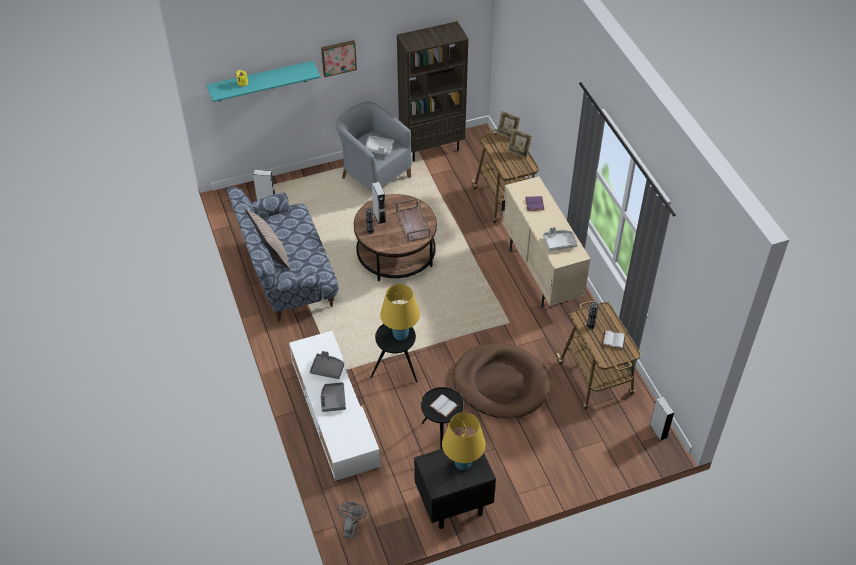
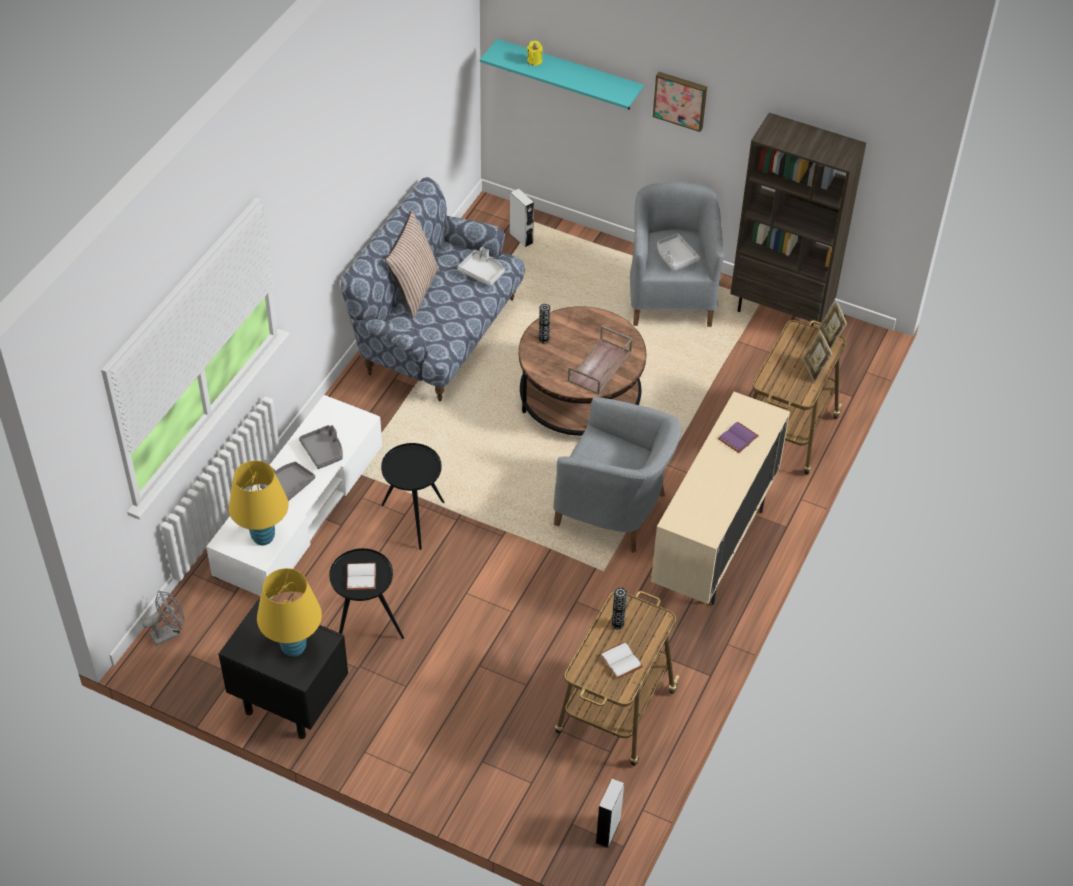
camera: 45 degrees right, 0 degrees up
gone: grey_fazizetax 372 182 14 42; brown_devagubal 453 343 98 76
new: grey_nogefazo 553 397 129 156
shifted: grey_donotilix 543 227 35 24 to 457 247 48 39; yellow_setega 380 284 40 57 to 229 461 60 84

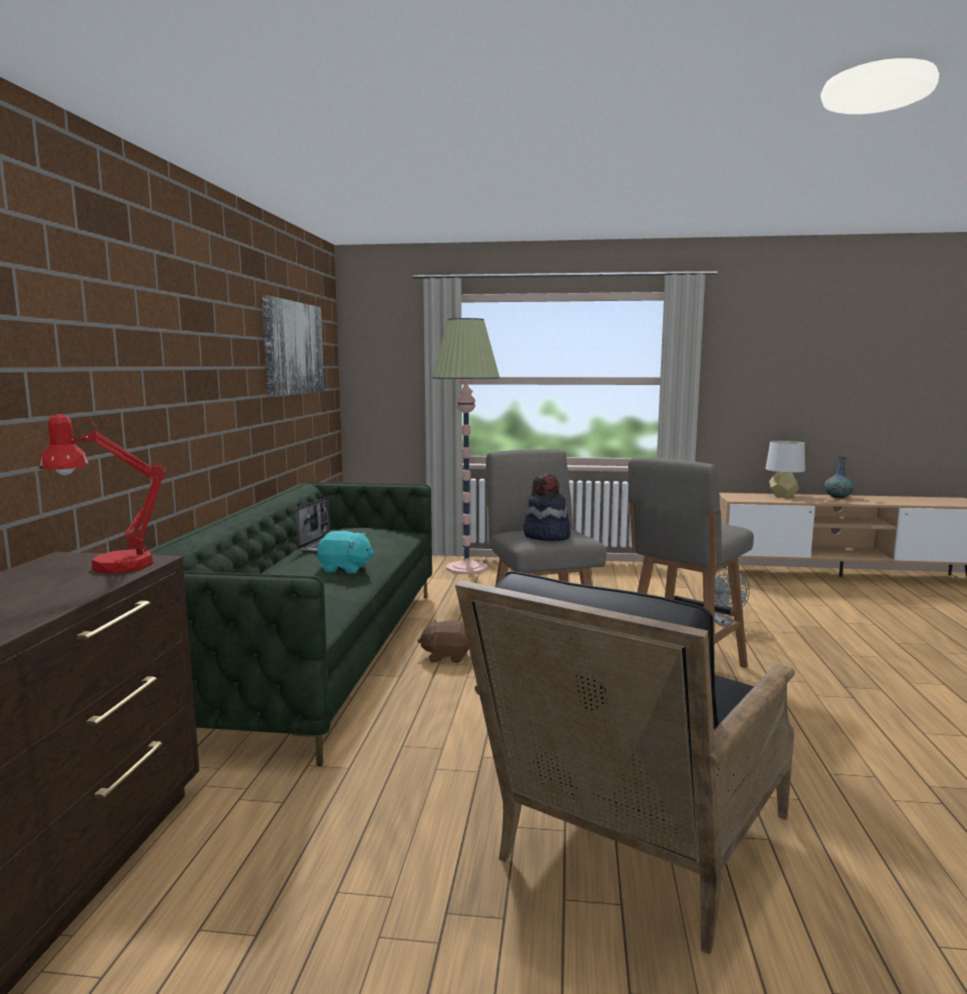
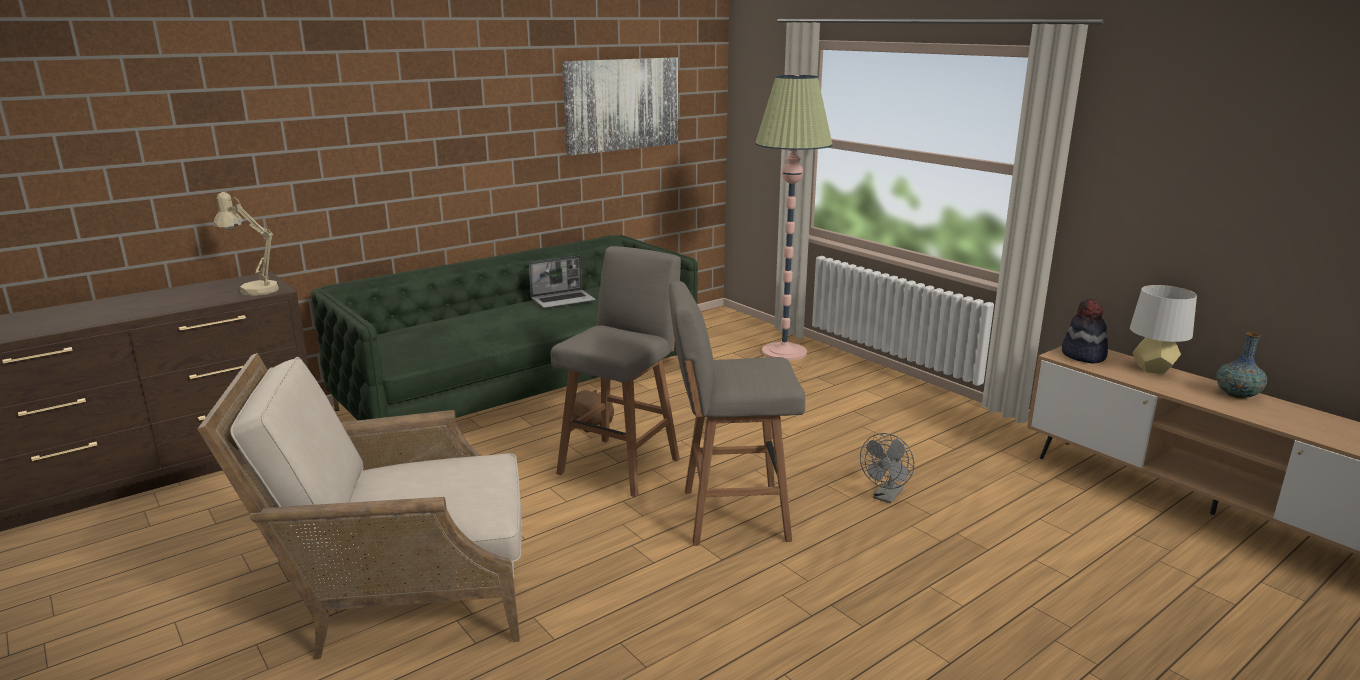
camera: 45 degrees right, 10 degrees up
gone: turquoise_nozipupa 317 531 57 42
shifted: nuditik 523 474 47 67 to 1062 299 46 65
repainted: red_setega 39 414 127 159 to beige_setega 214 192 65 104; black_nogefazo 455 571 340 384 to beige_nogefazo 198 353 324 306

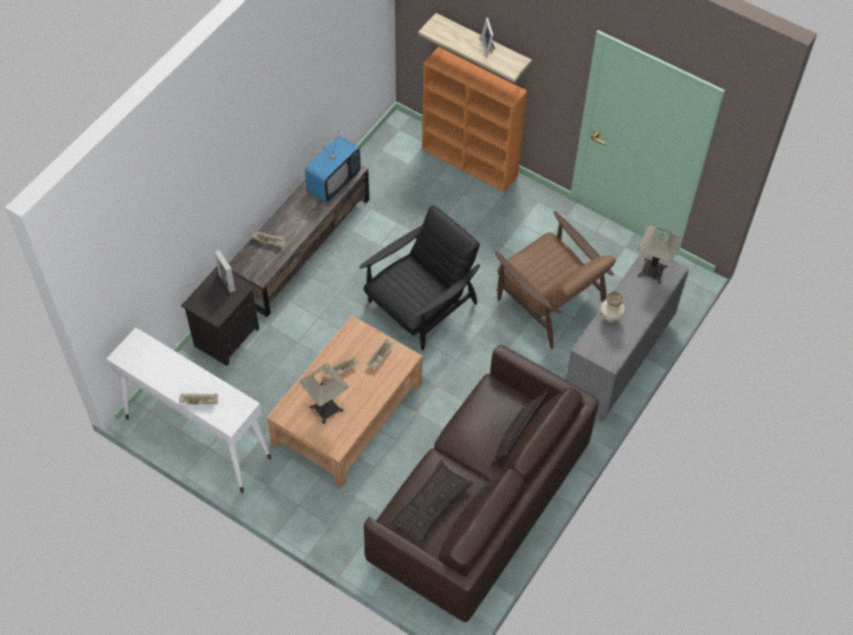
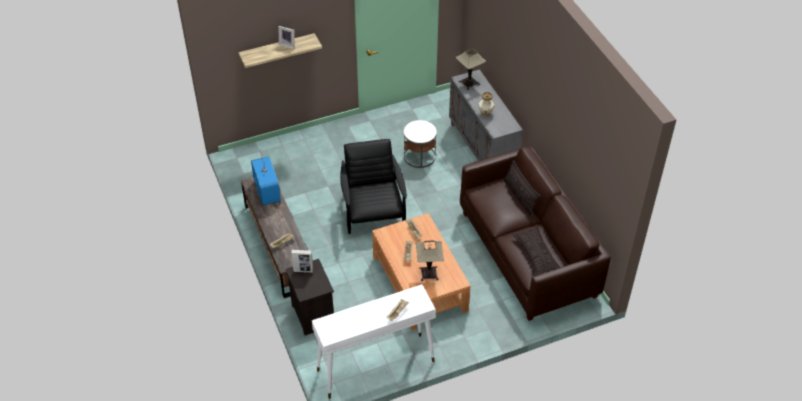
camera: 55 degrees left, 10 degrees down
gone: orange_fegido 422 47 105 145
swapped: brown_nogefazo 495 211 121 138 to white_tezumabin 404 120 33 48

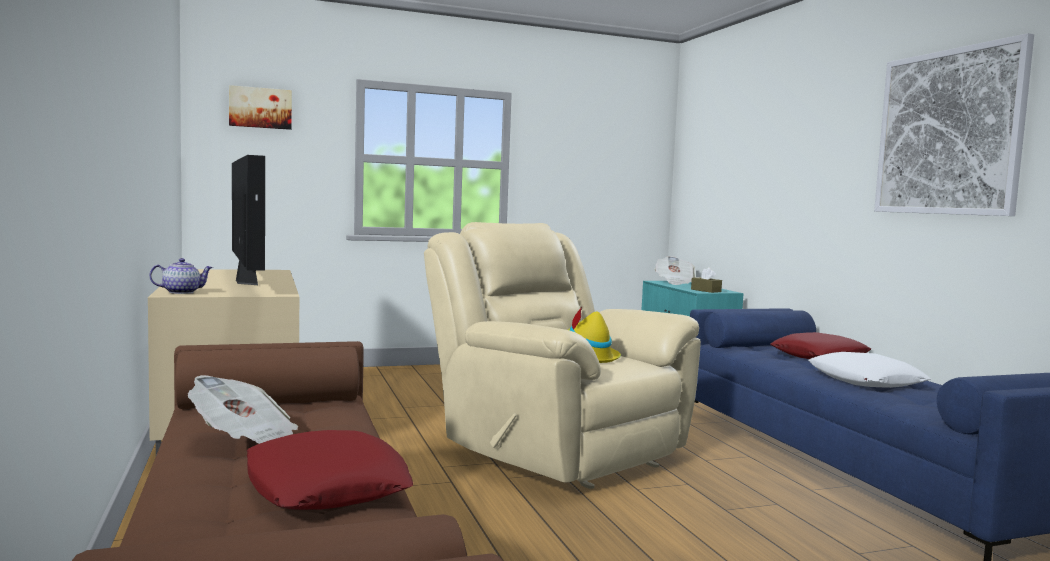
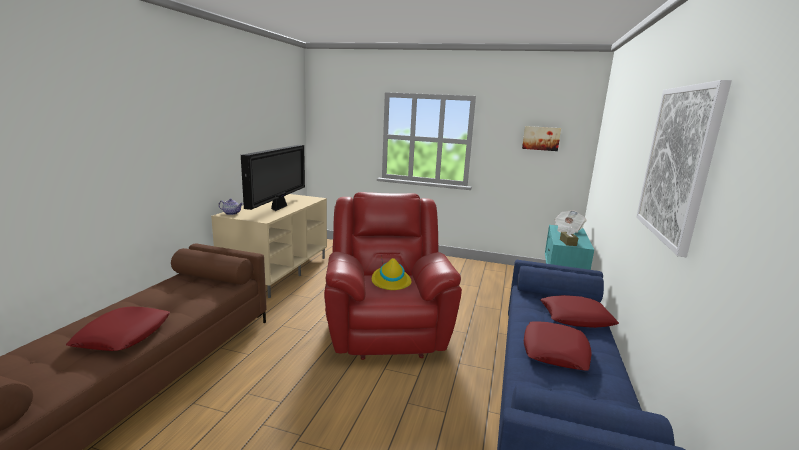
camera: 35 degrees right, 10 degrees up
gone: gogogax 188 375 110 69
shifted: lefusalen 229 85 63 45 to 522 126 39 25
repainted: beige_nogefazo 424 222 277 267 to red_nogefazo 324 192 138 168; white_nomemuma 808 352 123 36 to red_nomemuma 524 321 68 50

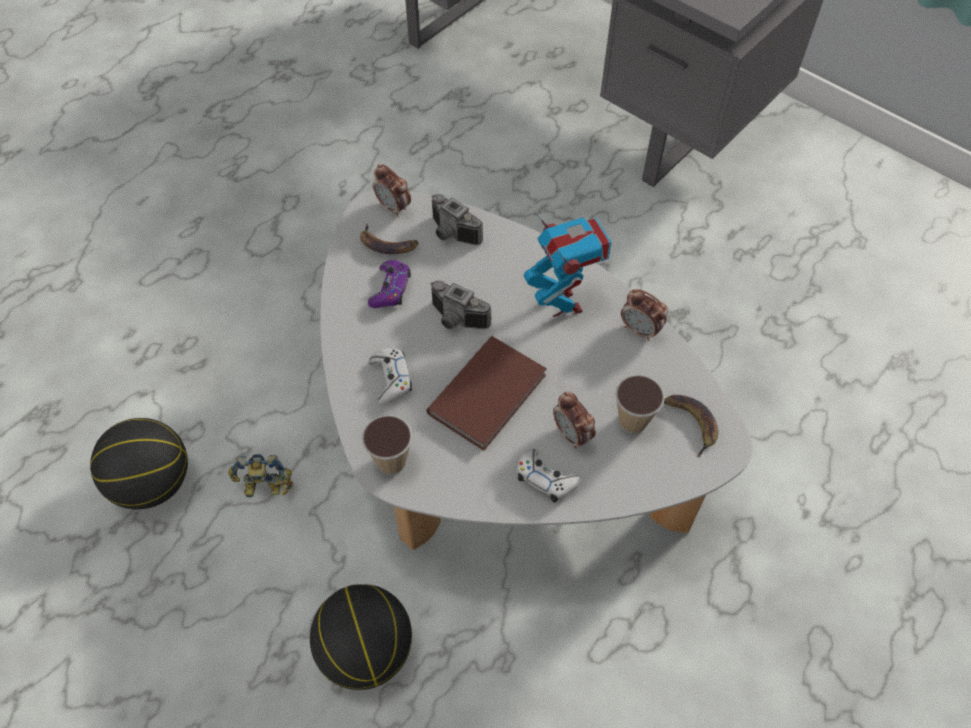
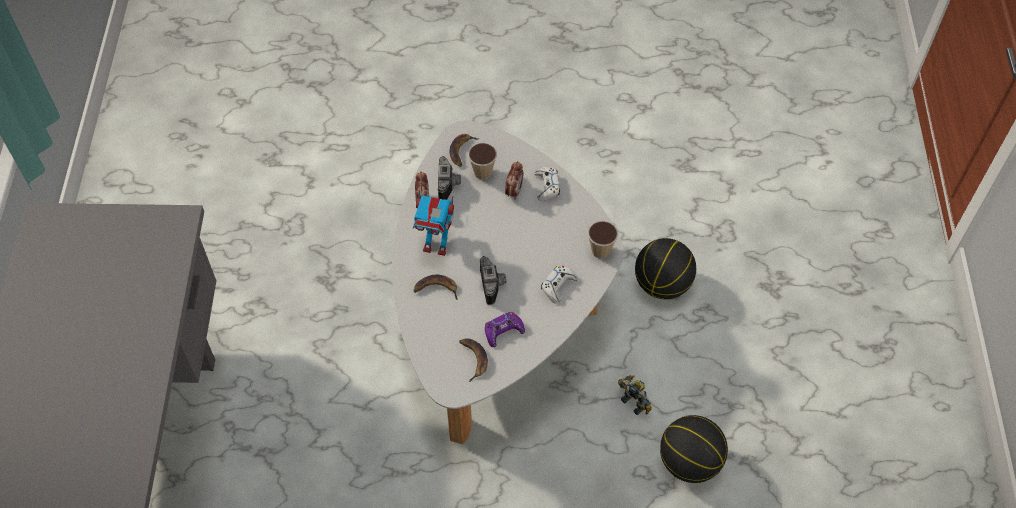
camera: 130 degrees left, 0 degrees up
gone: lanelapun 373 164 38 53; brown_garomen 427 336 120 115
new: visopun 414 275 44 25
shifted: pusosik 432 194 51 51 to 438 156 23 44
rotated: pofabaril 524 213 88 104 = 413 181 41 75 105 degrees counterclockwise

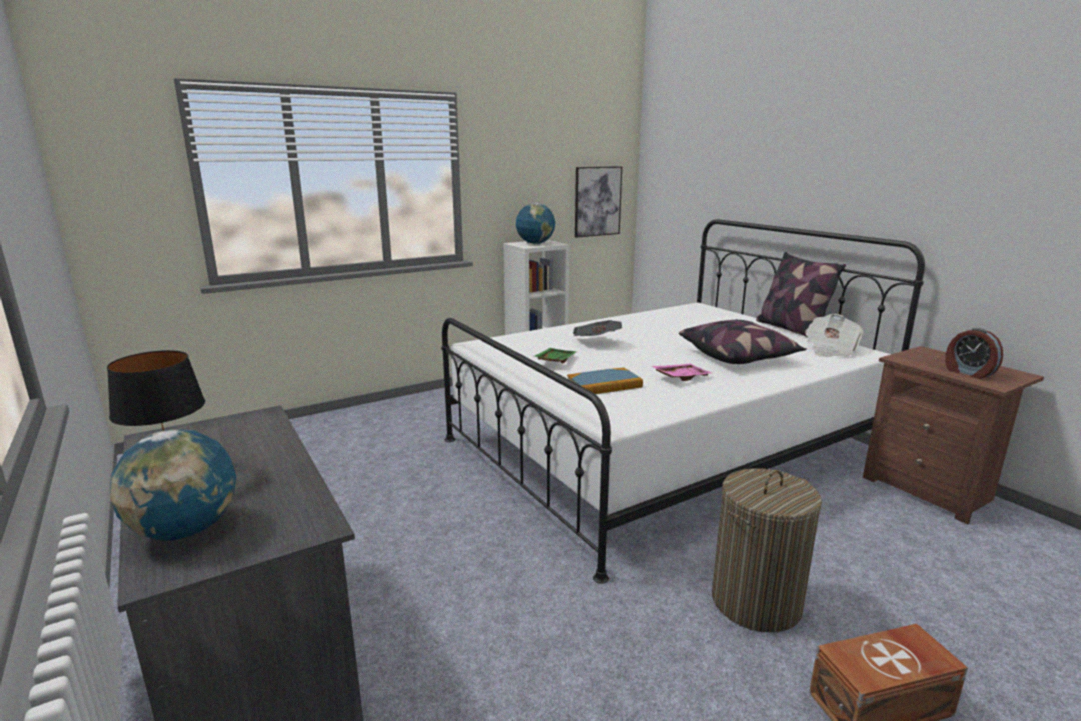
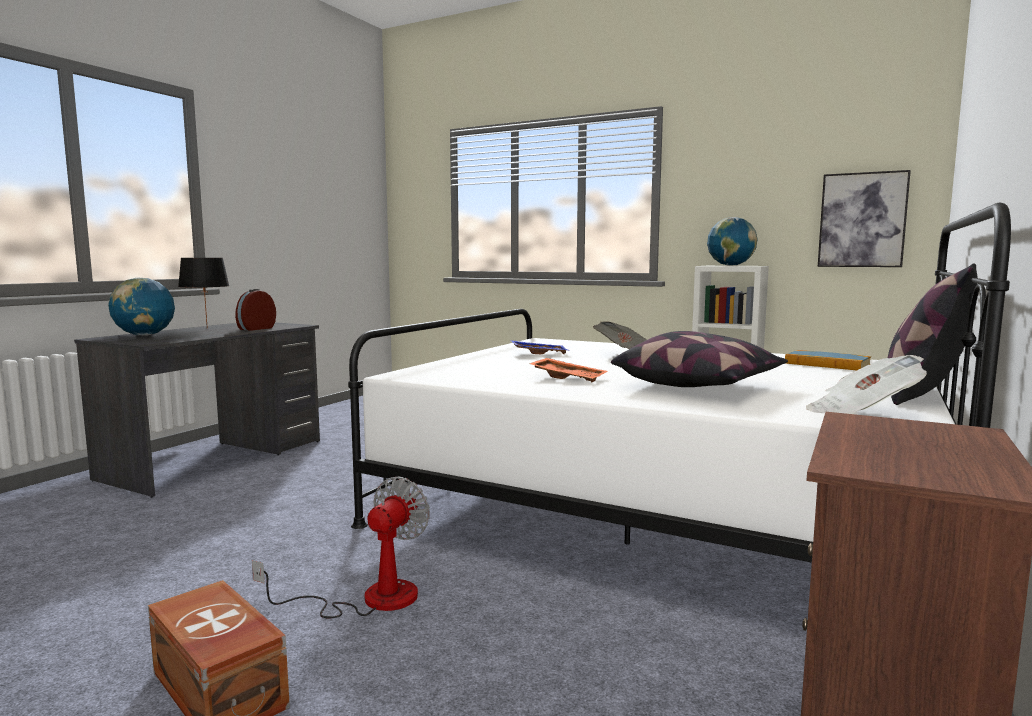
camera: 60 degrees right, 10 degrees down
shifted: lanelapun 945 328 58 51 to 235 289 41 42; garomen 567 367 76 27 to 785 350 86 20
swapped: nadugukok 712 468 110 164 to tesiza 252 476 178 143
repainted: green_donotilix 534 348 43 15 to blue_donotilix 510 340 60 14; pink_donotilix 651 363 62 18 to orange_donotilix 529 358 78 24

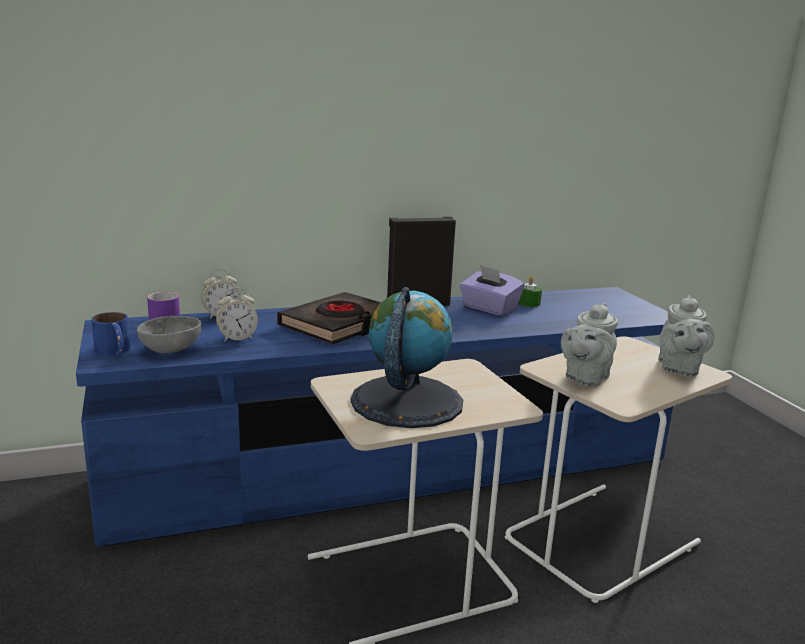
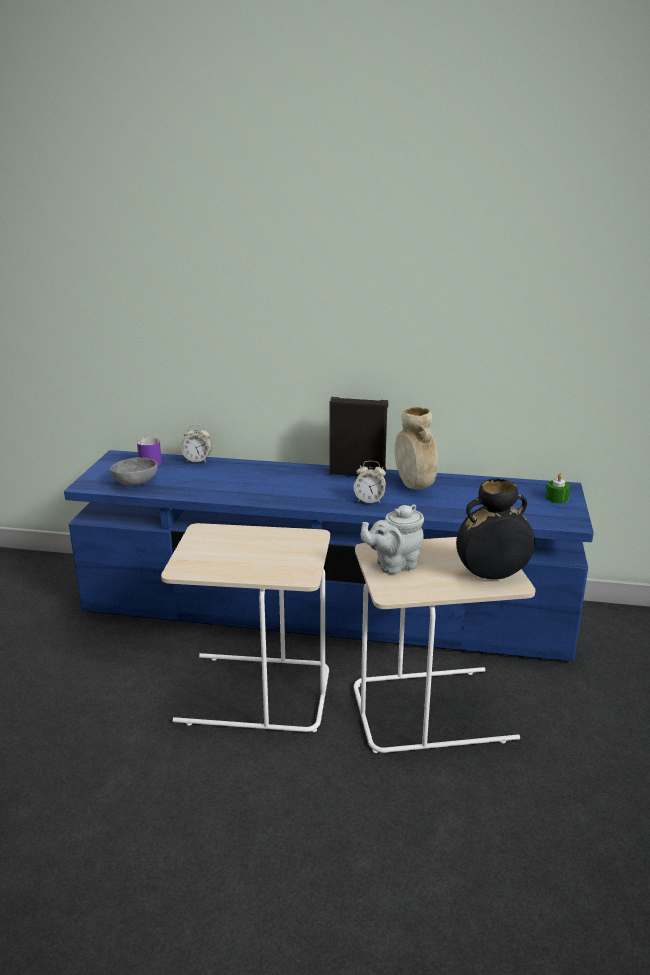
camera: 30 degrees right, 5 degrees up
gone: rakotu 350 287 113 141; black_garomen 277 292 104 52; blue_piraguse 91 312 39 43
shifted: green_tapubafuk 518 276 24 31 to 545 473 26 30; lanelapun 216 288 42 54 to 354 461 32 42
swapped: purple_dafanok 459 265 65 51 to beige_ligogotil 395 407 43 83; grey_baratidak 658 295 56 82 to black_ligogotil 456 479 79 101

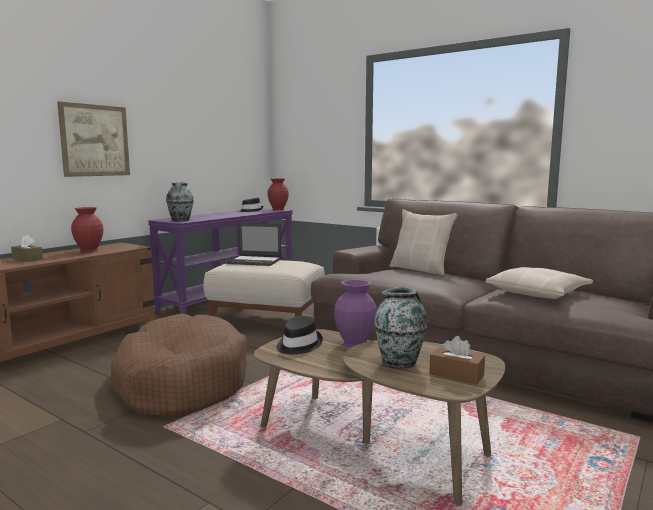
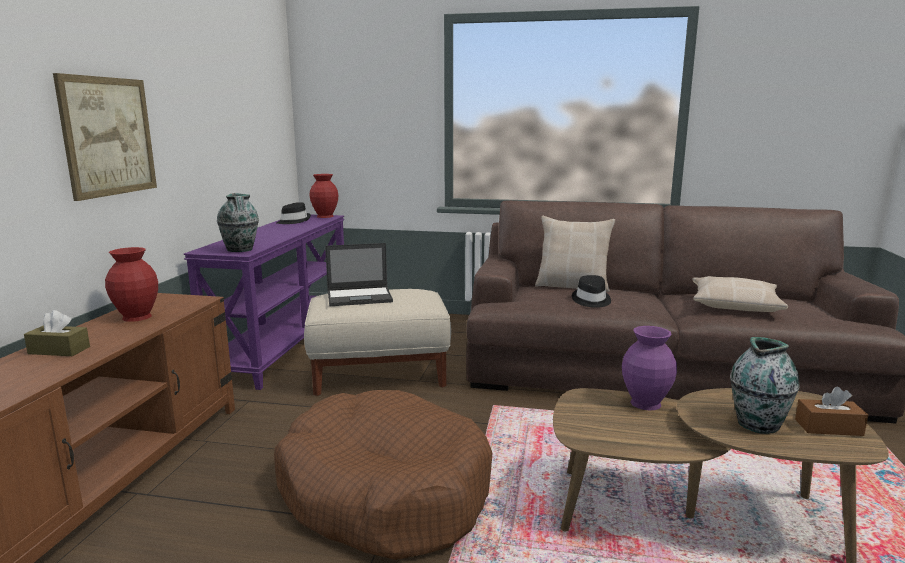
camera: 25 degrees left, 5 degrees up
shifted: black_nuditik 276 316 47 38 to 572 275 39 33

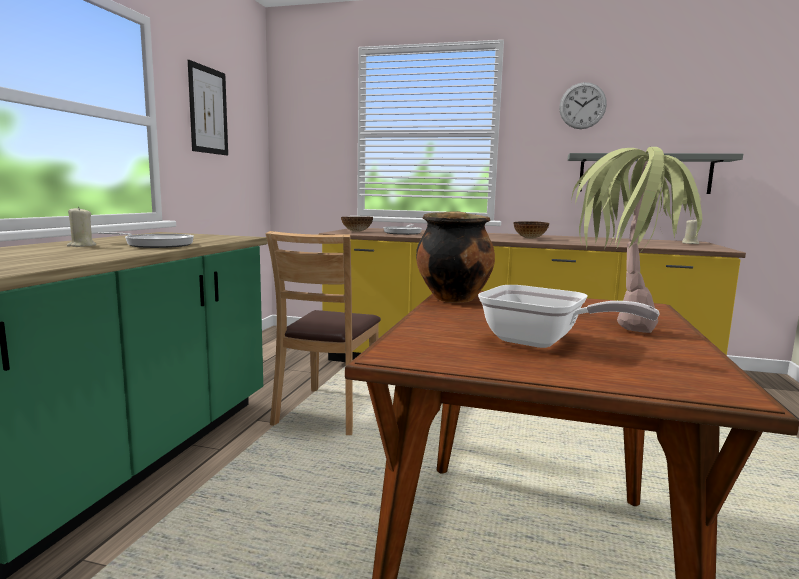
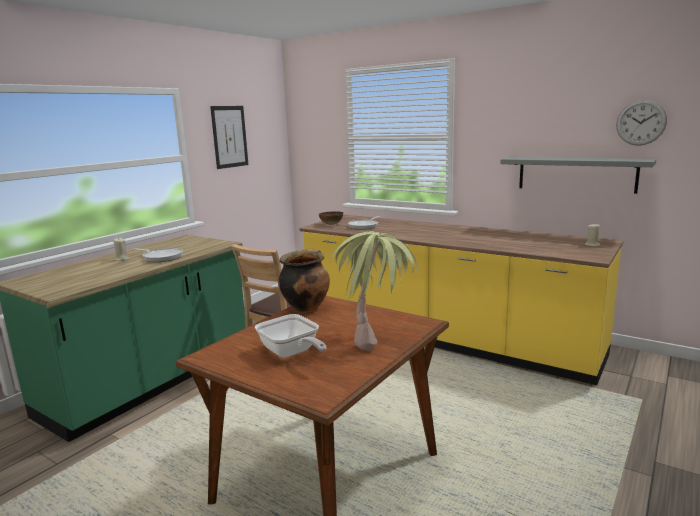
camera: 20 degrees right, 5 degrees up
gone: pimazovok 514 221 35 18
shifted: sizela 559 82 48 47 to 616 100 51 46

